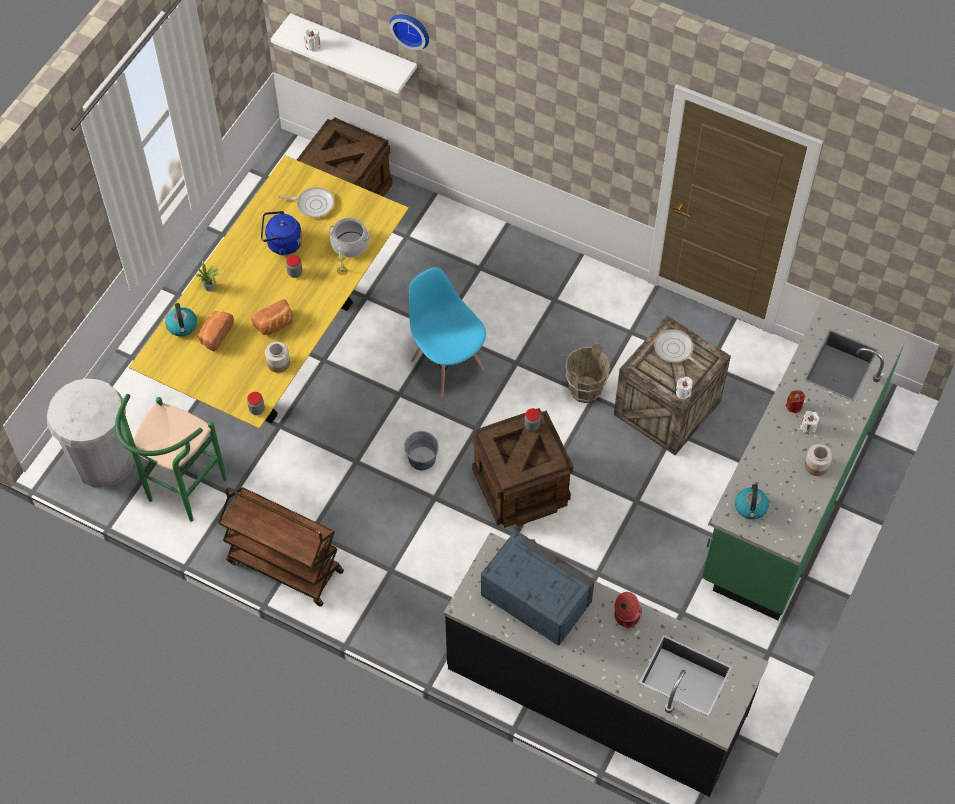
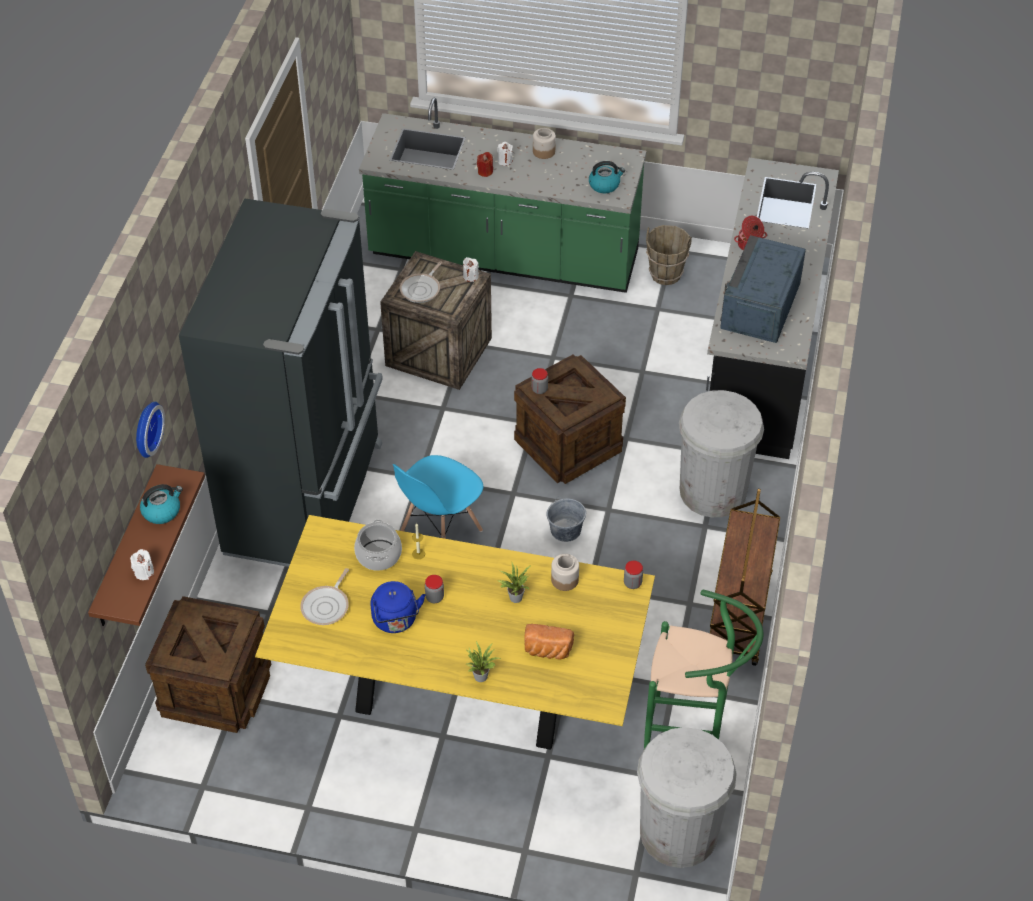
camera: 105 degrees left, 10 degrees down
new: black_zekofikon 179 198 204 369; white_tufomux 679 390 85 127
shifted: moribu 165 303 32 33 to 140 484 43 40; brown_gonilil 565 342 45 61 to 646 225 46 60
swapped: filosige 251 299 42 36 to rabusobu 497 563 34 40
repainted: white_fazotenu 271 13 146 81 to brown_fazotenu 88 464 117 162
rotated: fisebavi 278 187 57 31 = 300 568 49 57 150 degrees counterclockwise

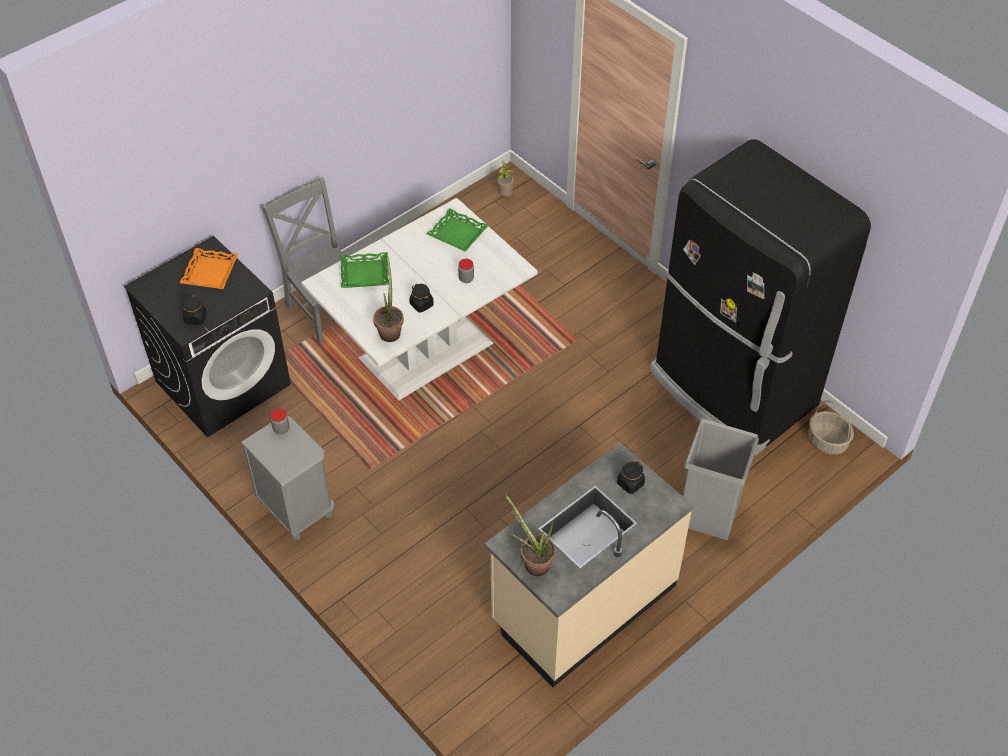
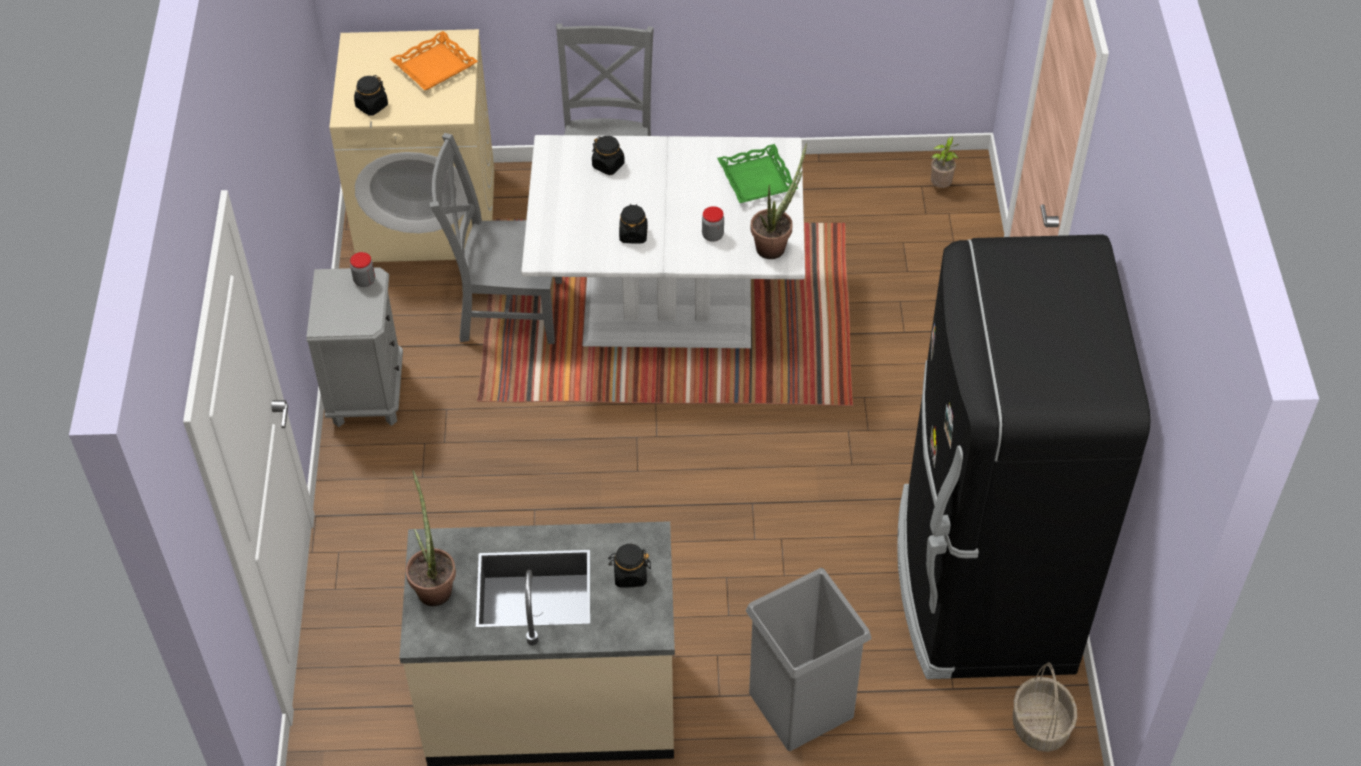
camera: 40 degrees right, 0 degrees up
new: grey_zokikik 430 133 132 211
shifted: rabusobu 373 254 31 88 to 750 143 57 116
swapped: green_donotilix 340 252 49 36 to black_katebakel 592 136 33 39
repainted: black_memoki 124 236 167 202 to beige_memoki 329 29 165 233

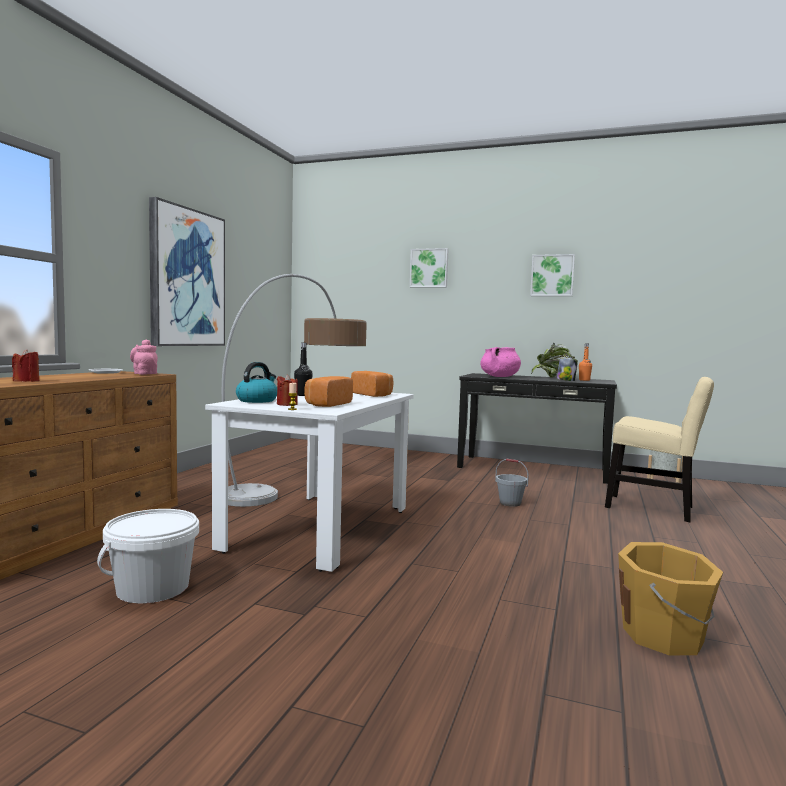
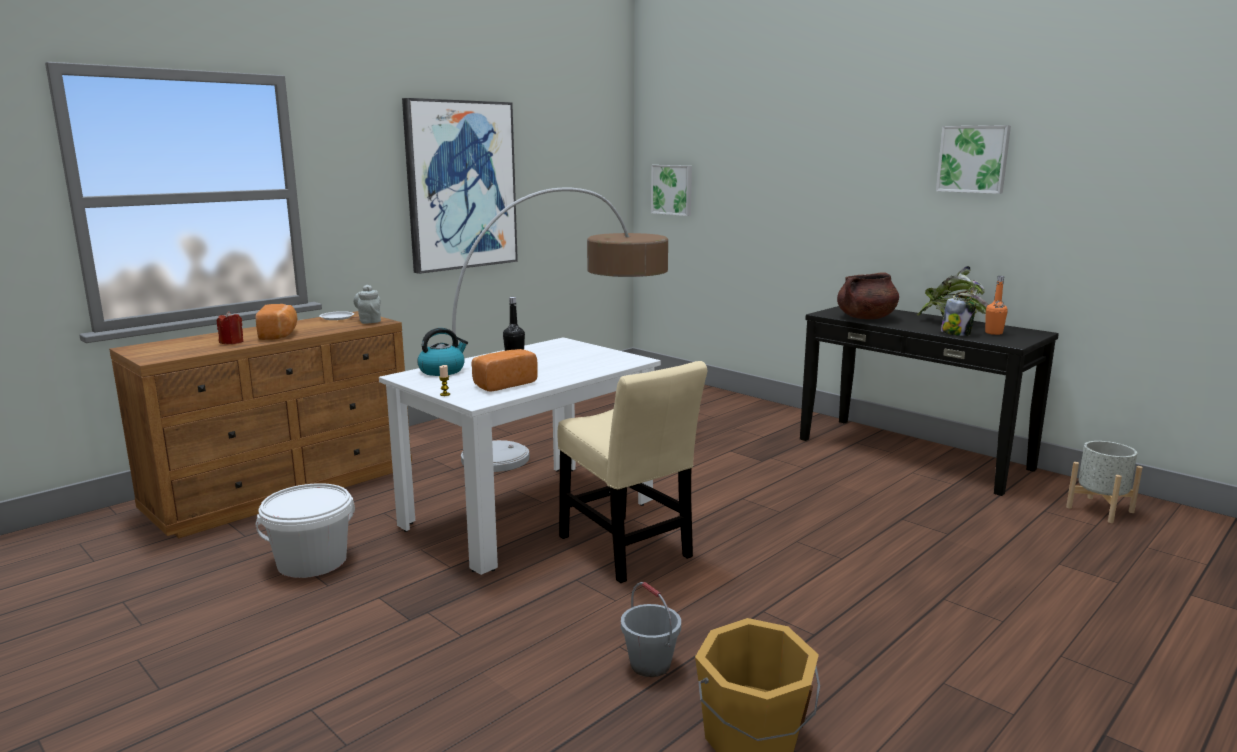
camera: 25 degrees right, 10 degrees up
gone: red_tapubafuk 277 374 21 32
shifted: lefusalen 410 248 39 40 to 651 165 41 51; filosige 351 371 42 26 to 256 304 42 36; beige_zokikik 605 377 109 145 to 558 361 149 222; grey_gonilil 495 459 34 48 to 621 582 60 95
repainted: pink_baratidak 130 340 28 35 to grey_baratidak 354 285 27 39; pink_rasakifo 480 347 41 30 to brown_rasakifo 837 272 62 47

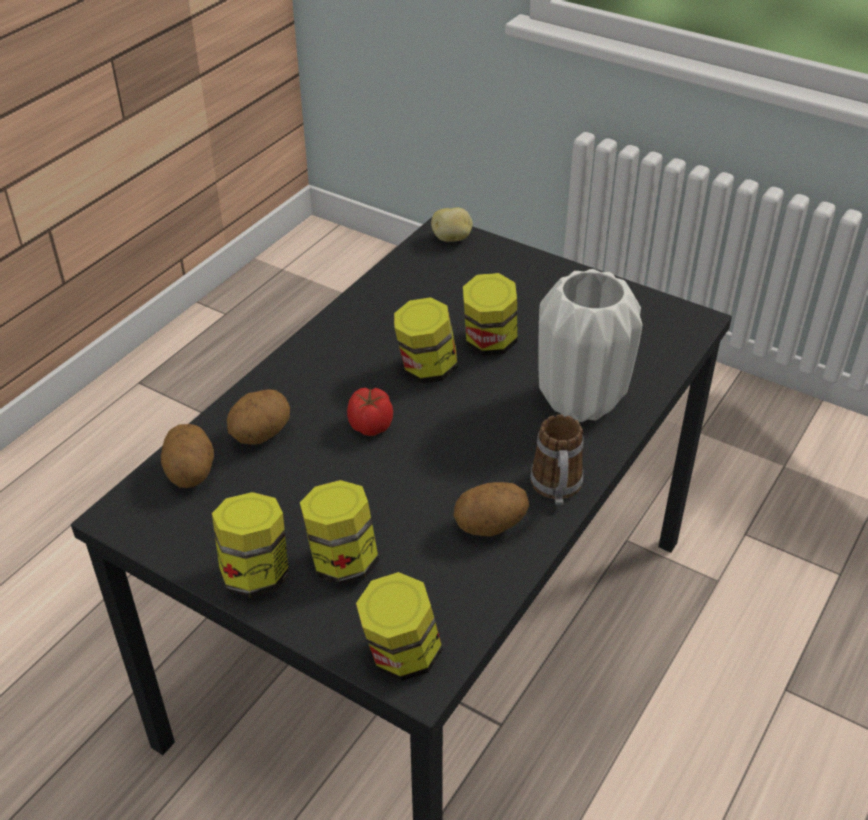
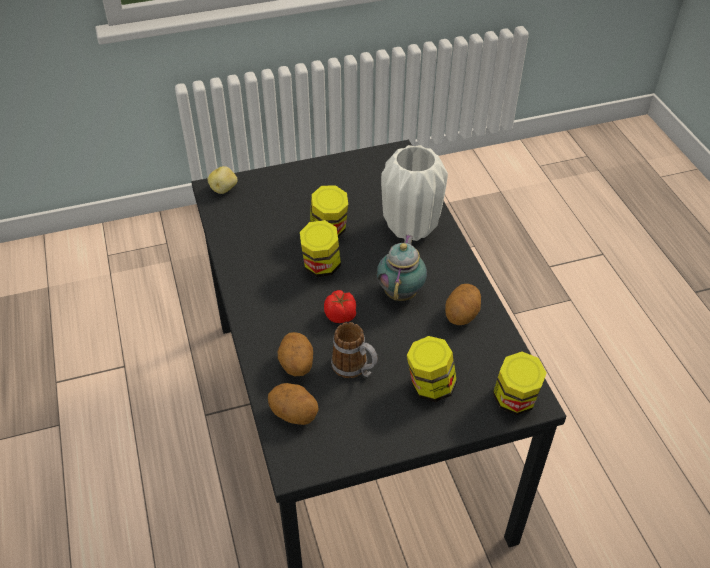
camera: 50 degrees left, 5 degrees up
gone: katebakel 212 492 77 106
new: baratidak 377 235 50 66
shifted: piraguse 530 415 53 90 to 331 322 47 56

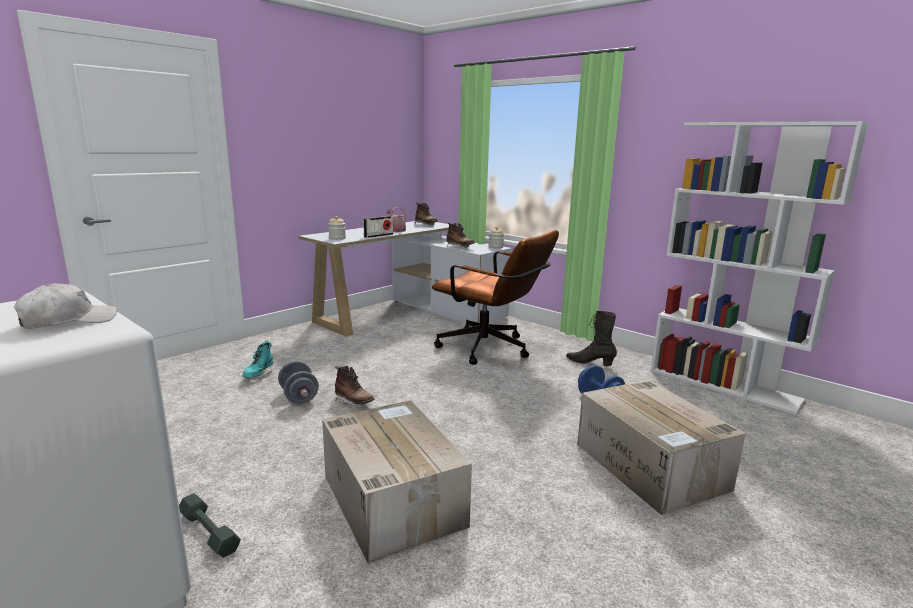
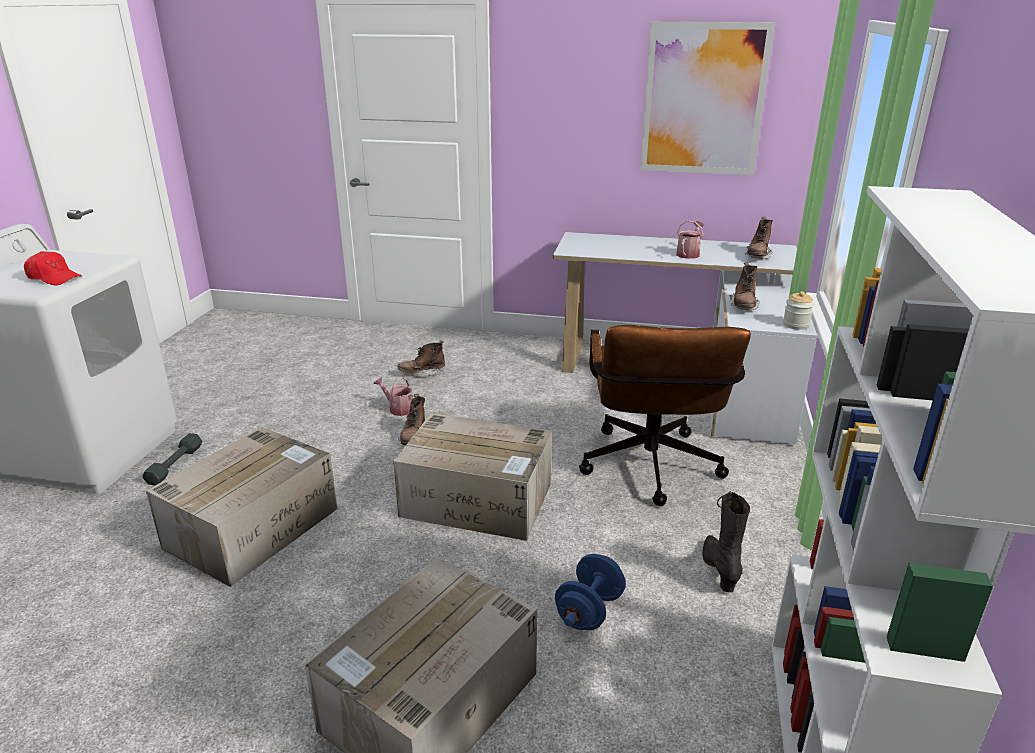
camera: 60 degrees right, 10 degrees up
gone: katebakel 328 216 18 24; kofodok 364 216 29 22
new: lefusalen 640 22 135 153; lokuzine 393 413 159 128
swapped: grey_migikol 278 361 41 43 to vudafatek 374 377 41 39
repainted: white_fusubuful 14 283 103 46 to red_fusubuful 24 251 58 35; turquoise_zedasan 242 340 31 39 to brown_zedasan 397 341 48 36

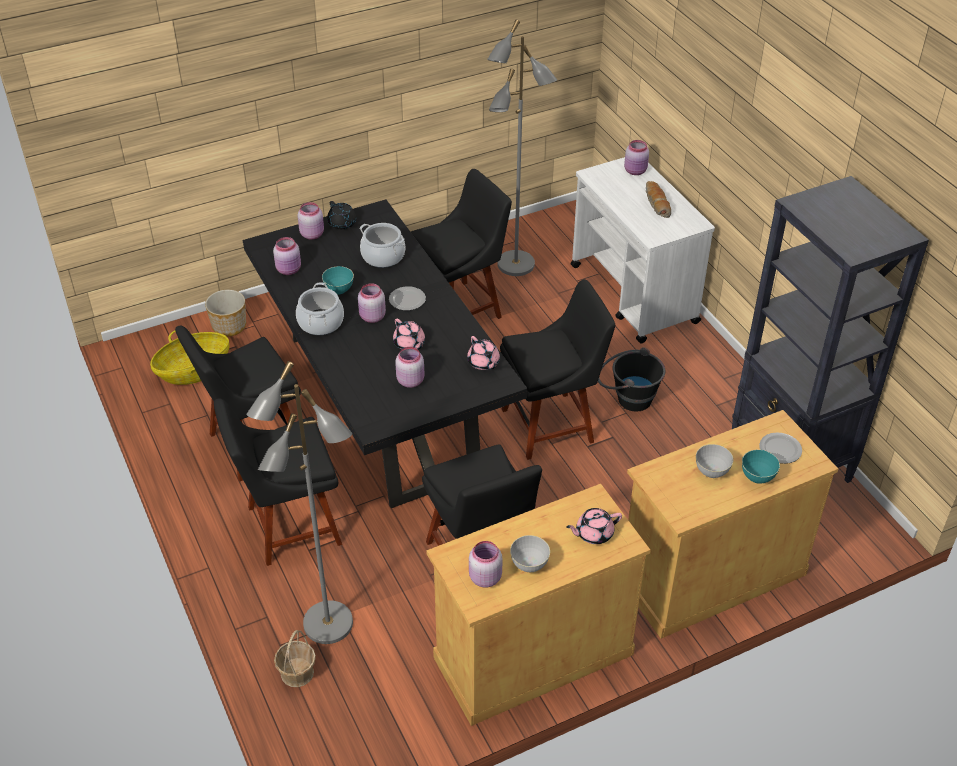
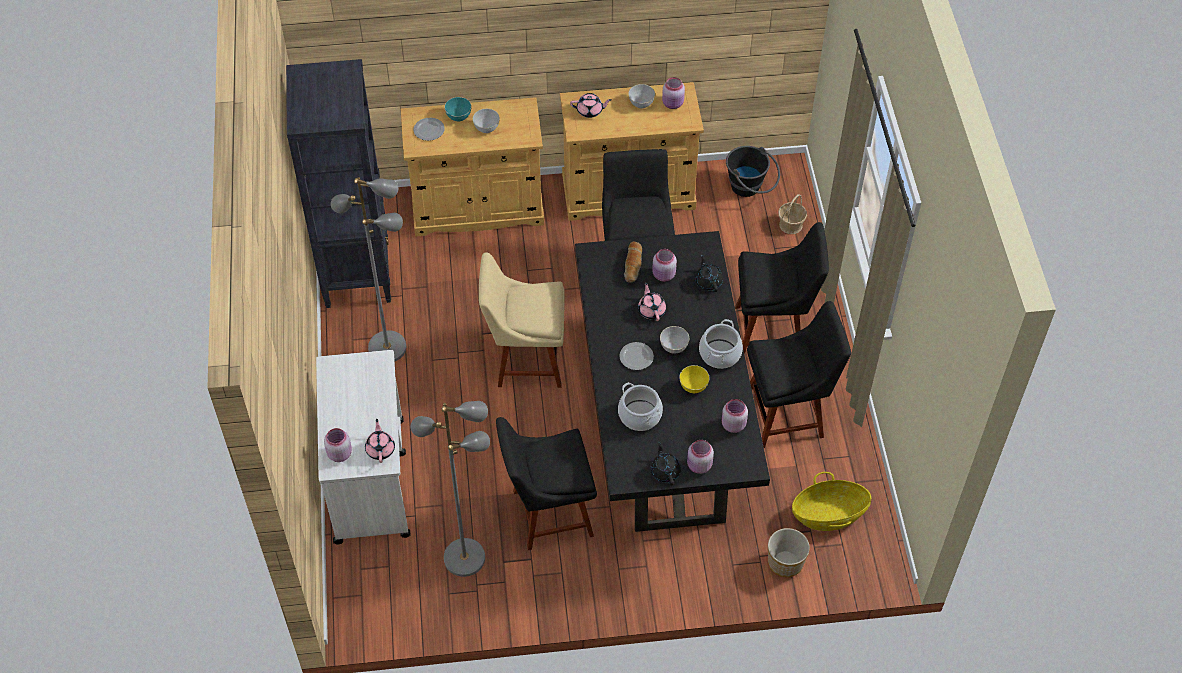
camera: 160 degrees left, 10 degrees up
new: black_baratidak 695 254 28 38
shifted: filosige 646 181 25 37 to 624 242 18 40; pink_baratidak 467 336 33 34 to 365 419 30 44; black_gonilil 598 347 67 65 to 726 146 54 51; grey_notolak 246 361 107 283 to 331 177 75 184
swapped: pink_katebakel 358 283 28 40 to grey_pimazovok 660 326 29 28
repainted: turquoise_pimazovok 322 266 32 28 to yellow_pimazovok 679 365 31 28; black_zokikik 500 279 115 181 to beige_zokikik 479 253 86 135

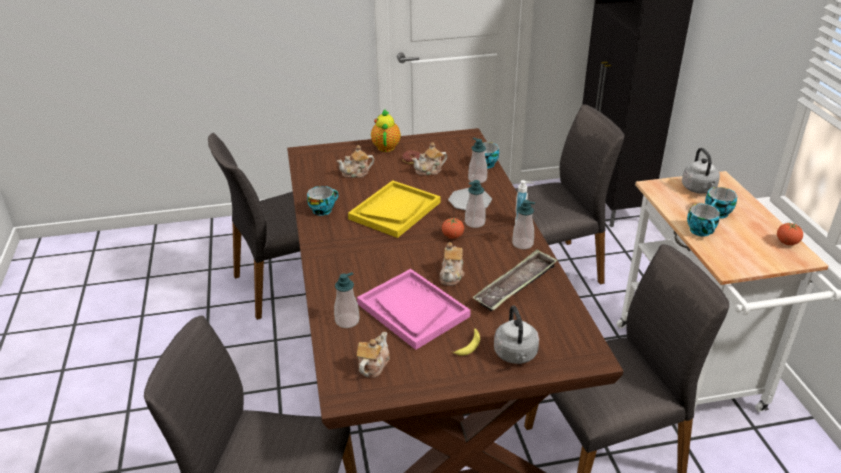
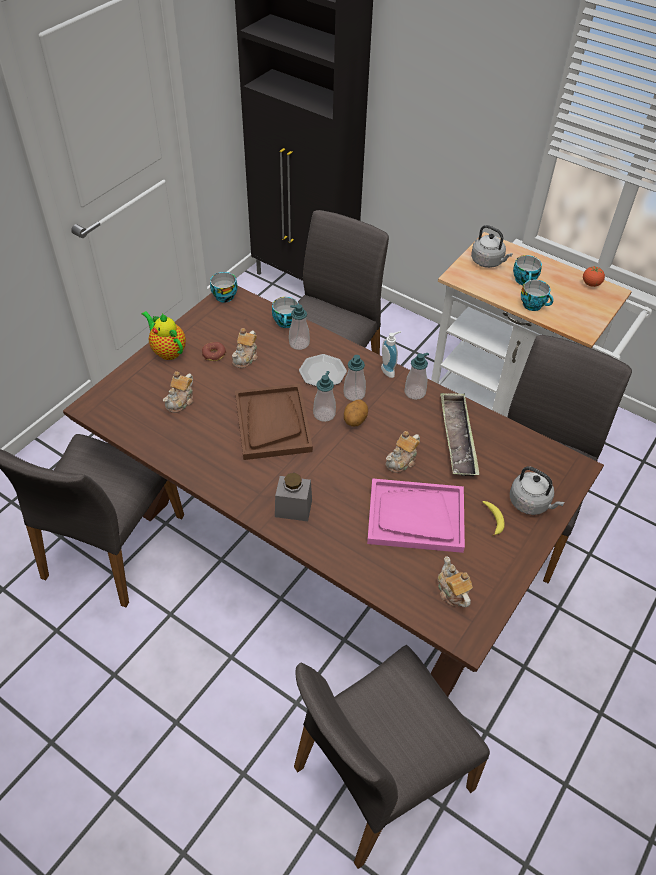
camera: 45 degrees left, 15 degrees up
new: grey_katebakel 275 473 37 48
shifted: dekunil 307 186 32 30 to 210 272 28 31; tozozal 334 272 25 56 to 313 371 23 51
swapped: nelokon 442 218 22 21 to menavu 344 399 24 28
repainted: yellow_donotilix 348 180 92 58 to brown_donotilix 235 384 78 76
rotated: baratidak 440 242 25 44 = 386 431 34 42 75 degrees clockwise

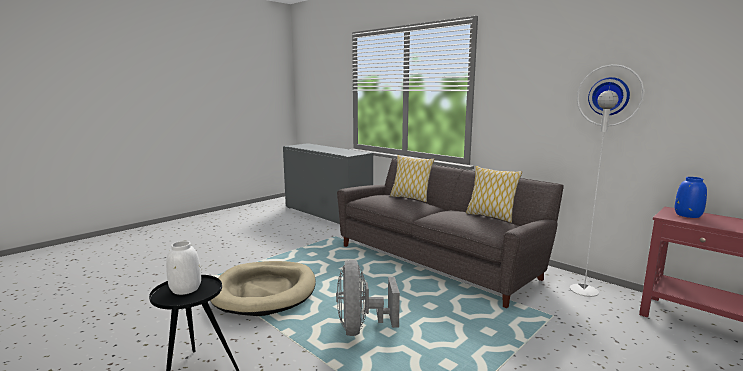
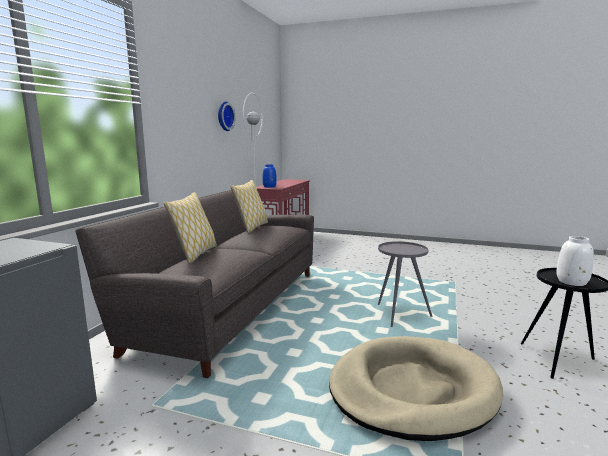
camera: 115 degrees left, 0 degrees up
swapped: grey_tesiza 336 260 64 76 to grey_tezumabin 378 241 54 86

